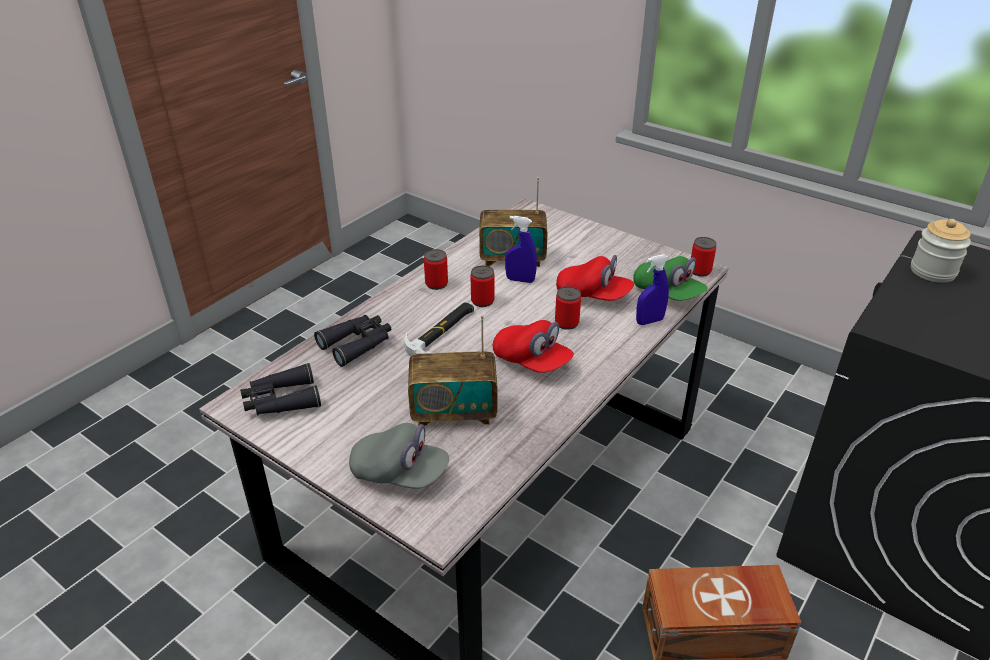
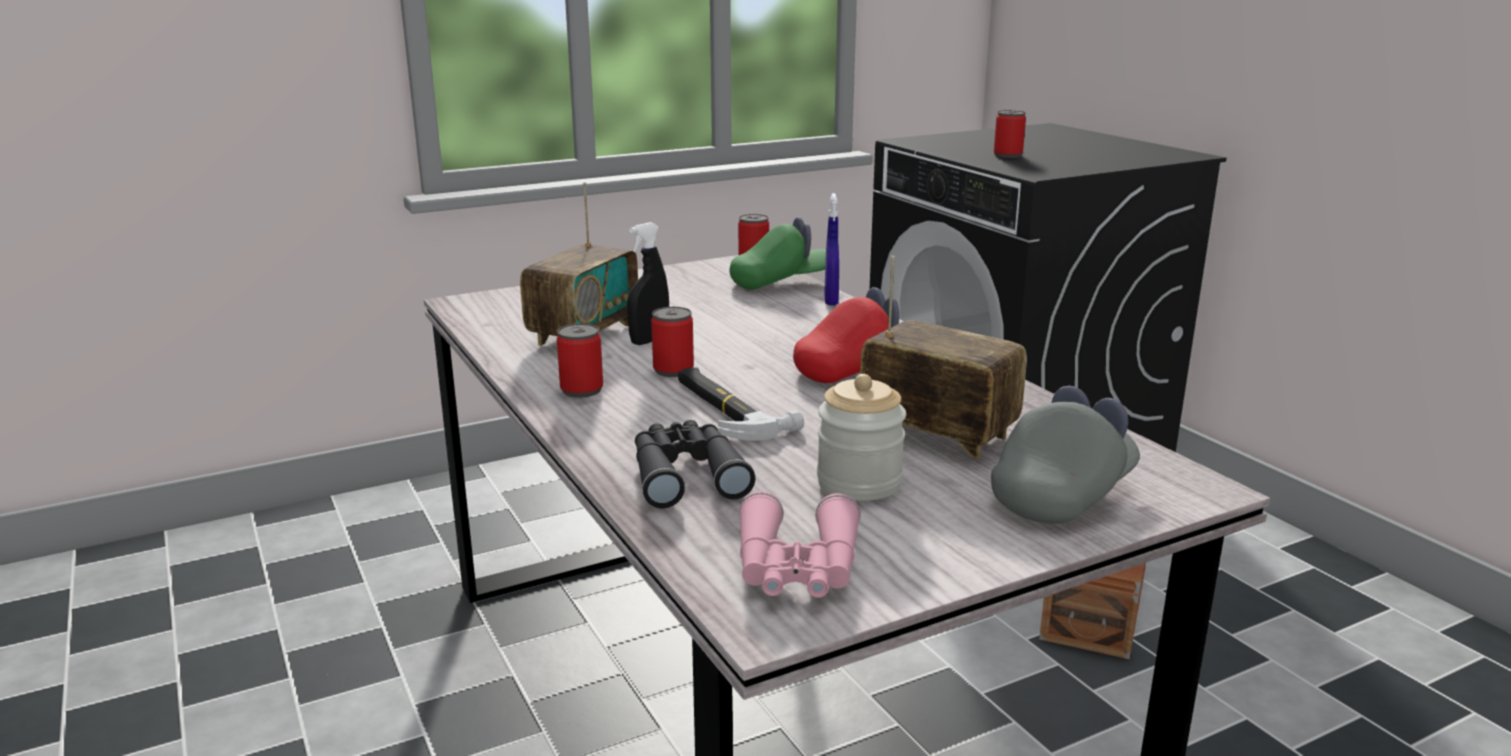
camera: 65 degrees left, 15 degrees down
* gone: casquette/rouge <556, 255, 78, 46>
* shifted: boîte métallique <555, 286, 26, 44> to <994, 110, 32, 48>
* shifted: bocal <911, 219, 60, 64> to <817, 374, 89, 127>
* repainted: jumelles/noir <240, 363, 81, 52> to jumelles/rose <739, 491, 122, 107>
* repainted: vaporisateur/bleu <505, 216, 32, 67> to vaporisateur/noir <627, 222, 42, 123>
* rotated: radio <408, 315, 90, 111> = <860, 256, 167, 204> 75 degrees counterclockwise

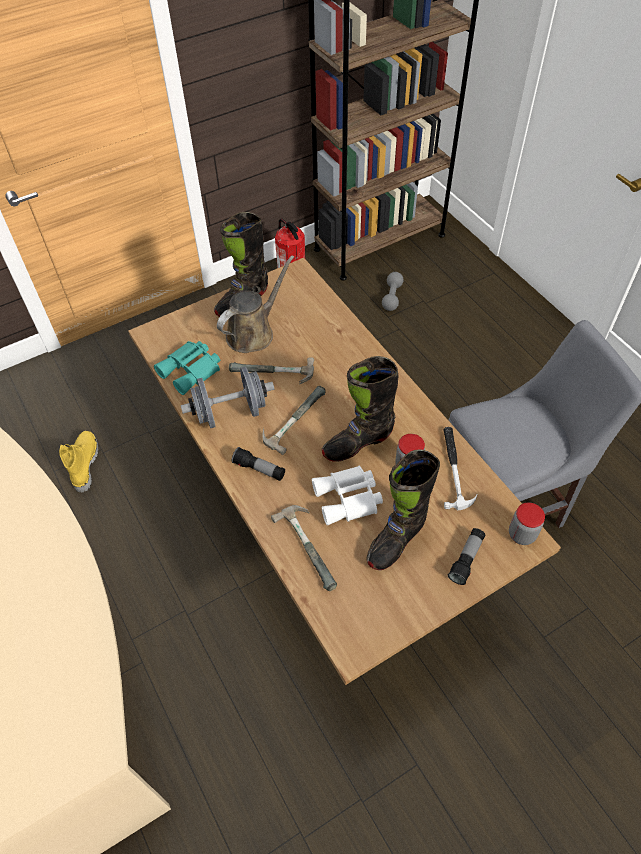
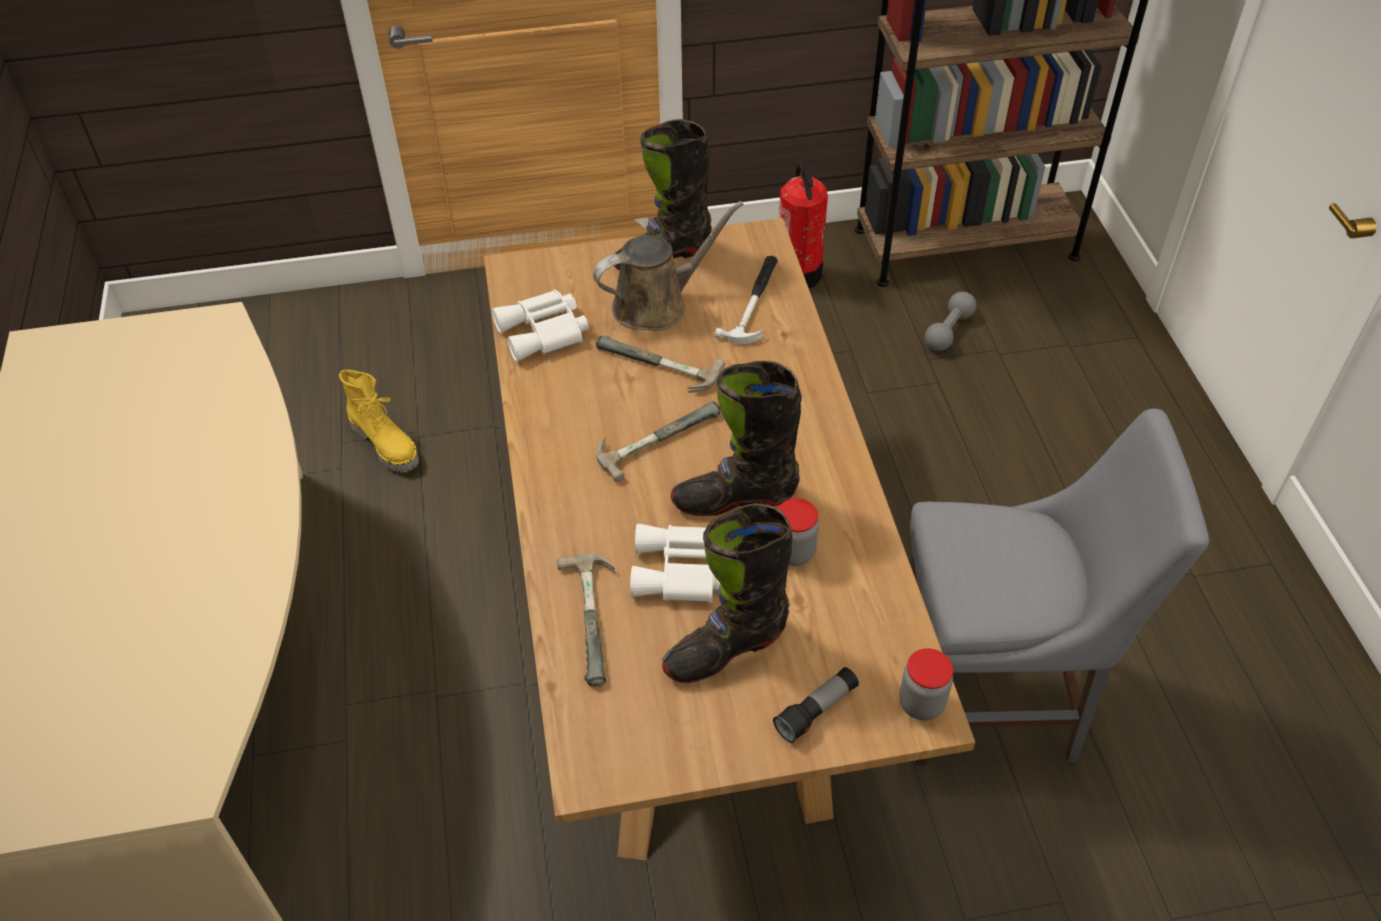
camera: 20 degrees right, 5 degrees down
* gone: haltère/gris <181, 367, 93, 61>
* gone: lampe de poche <232, 447, 53, 34>
* shifted: marteau <443, 427, 35, 83> to <715, 256, 63, 88>
* repainted: jumelles/turquoise <154, 341, 66, 54> to jumelles/blanc <492, 290, 97, 72>
* rotated: botte/jaune <59, 431, 40, 61> = <339, 370, 80, 102> 120 degrees clockwise

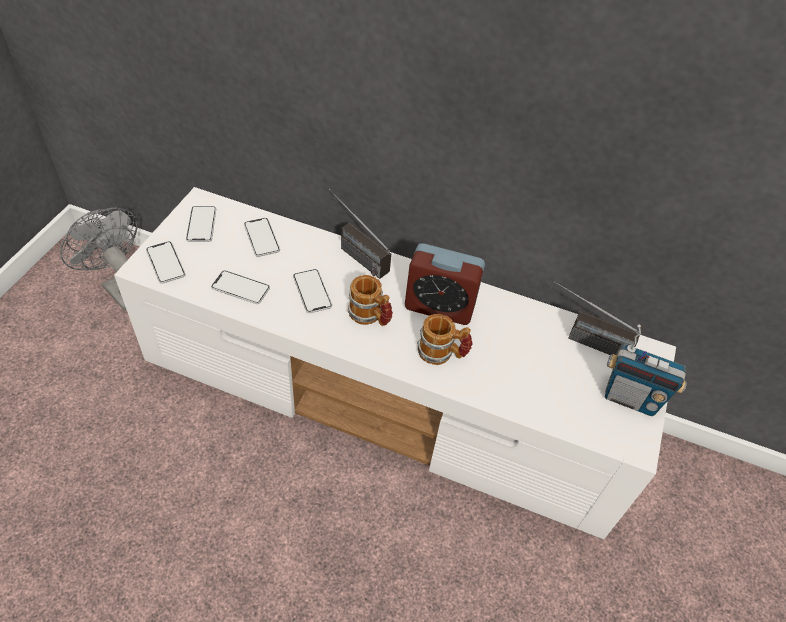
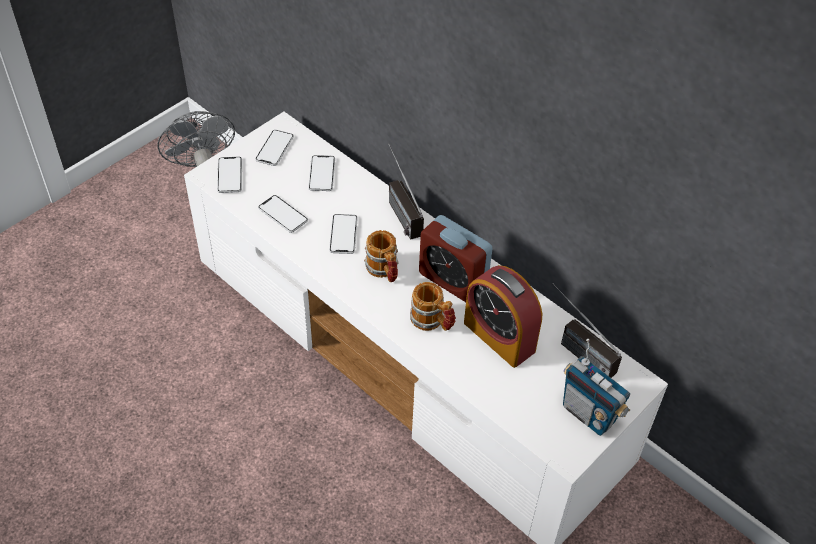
camera: 25 degrees right, 0 degrees up
* new: réveil <464, 265, 78, 103>

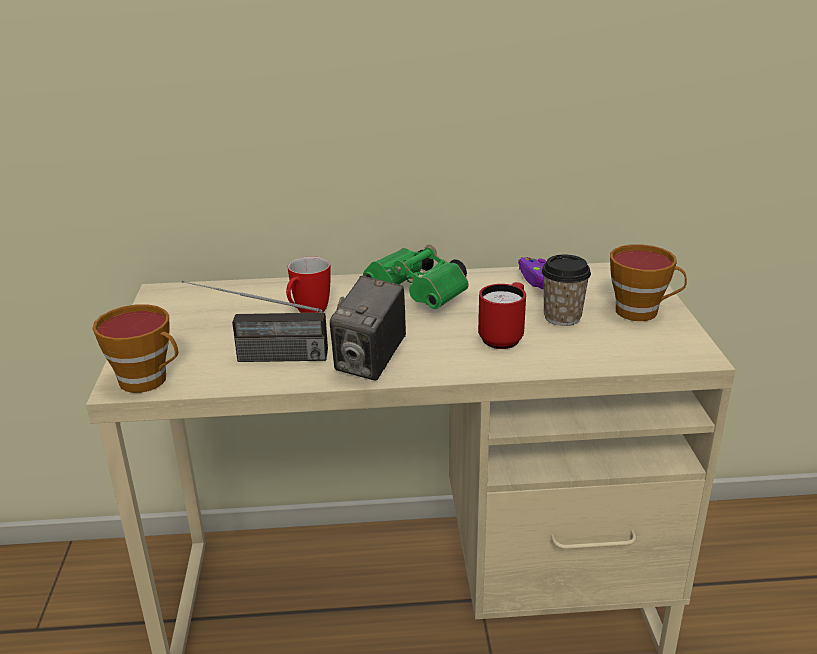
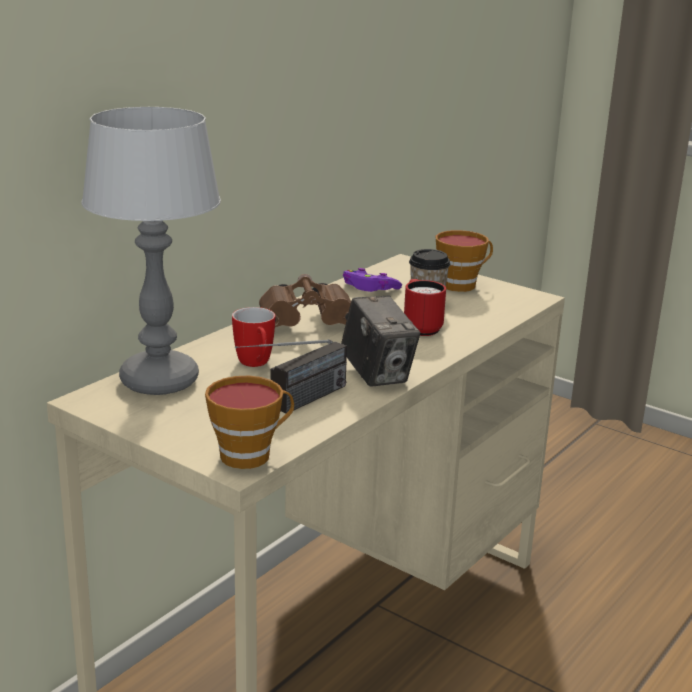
camera: 50 degrees left, 5 degrees down
* new: lampe de table <81, 107, 140, 288>
* repainted: jumelles/vert <363, 244, 106, 65> to jumelles/marron <259, 274, 92, 53>

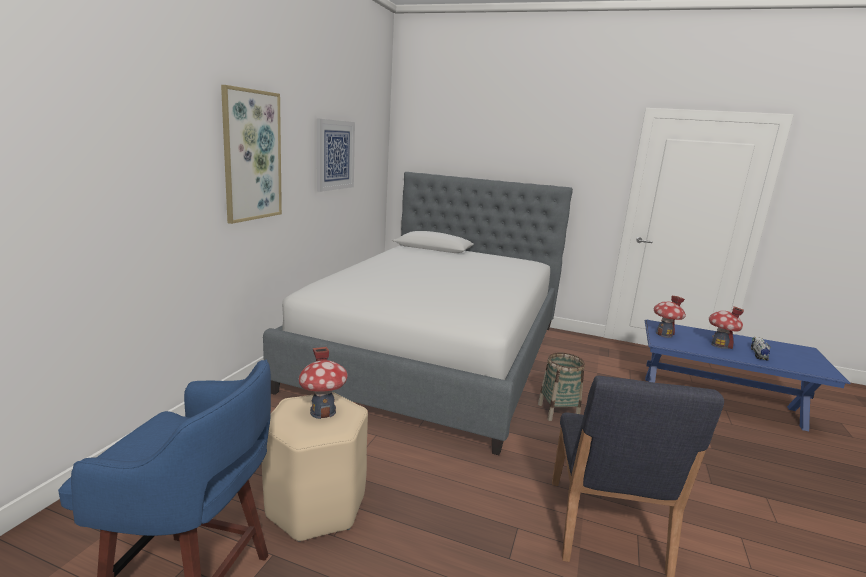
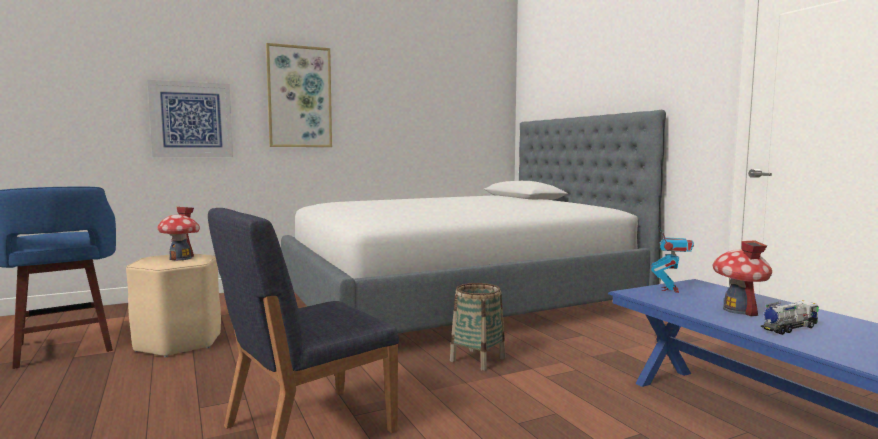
camera: 45 degrees right, 10 degrees down
* shifted: tableau <317, 118, 38, 74> to <148, 80, 85, 77>
* swapped: maison miniature <654, 296, 32, 42> to robot jouet <651, 226, 43, 67>

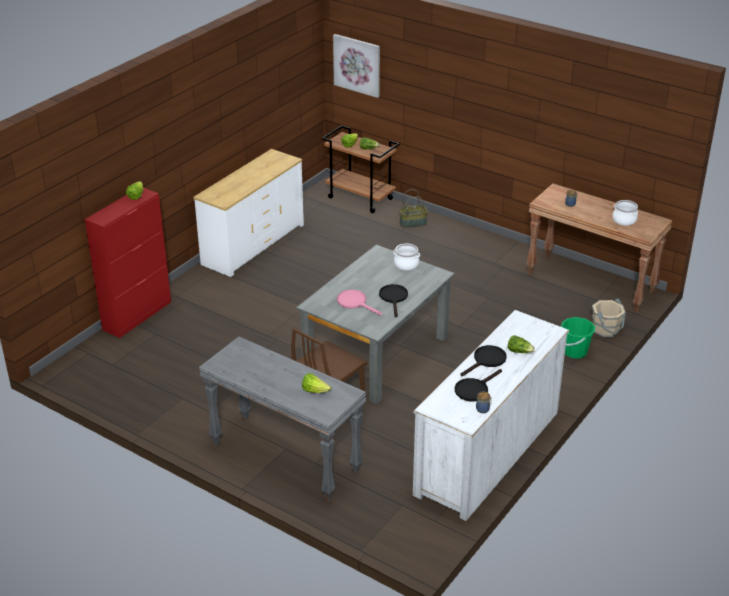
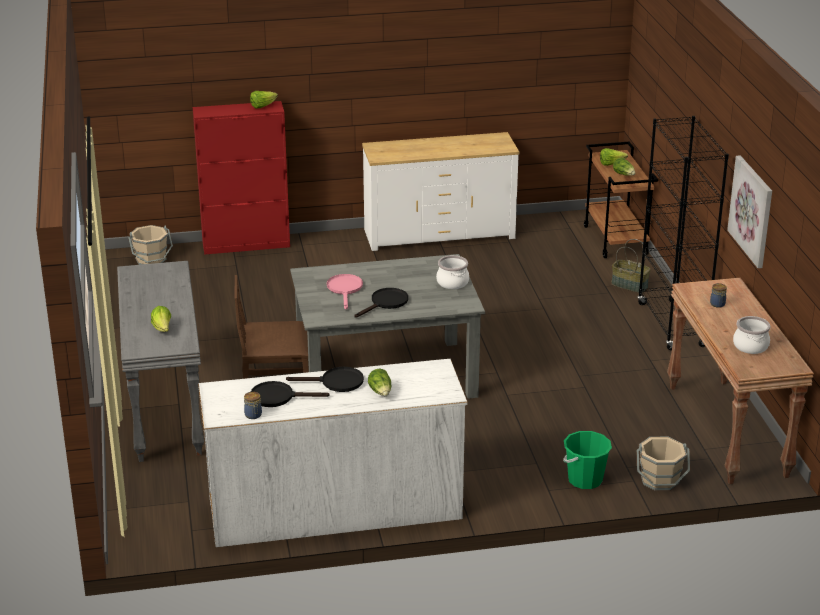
camera: 45 degrees right, 5 degrees down
* new: seau/beige <128, 225, 45, 40>
* new: bibliothèque/noir <637, 116, 92, 234>
* shifted: tableau <333, 34, 47, 64> to <727, 155, 45, 113>

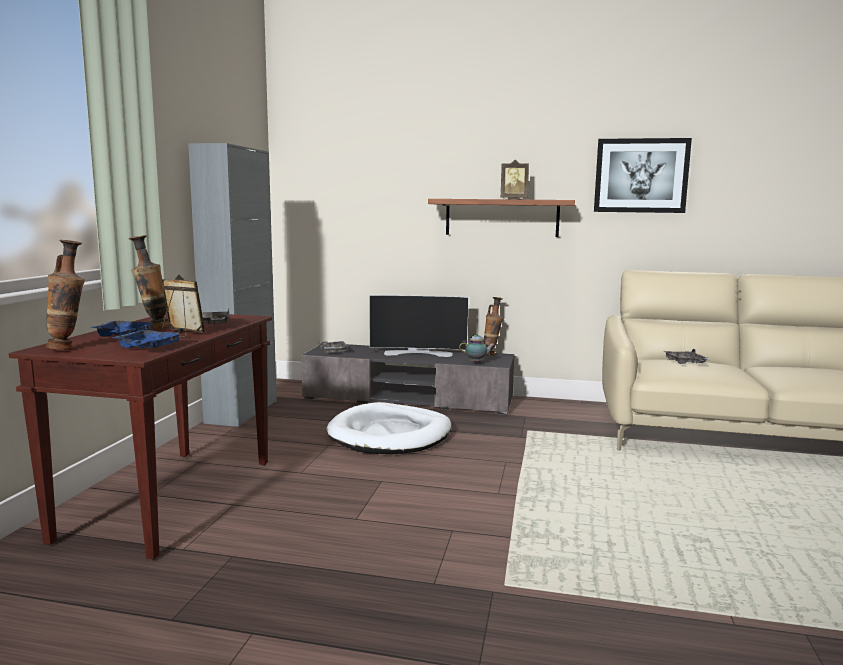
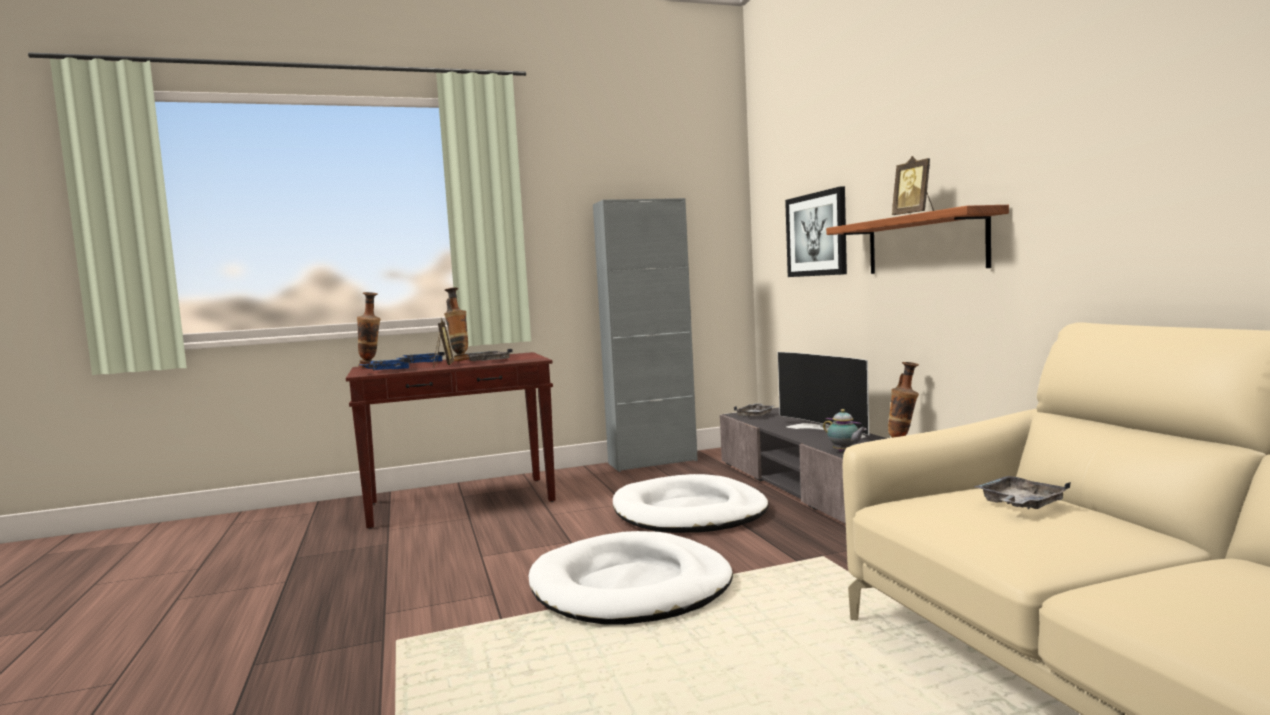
camera: 60 degrees right, 5 degrees down
* new: panier pour chien/blanc <529, 531, 204, 94>
* shifted: tableau <594, 138, 98, 75> to <785, 186, 62, 91>

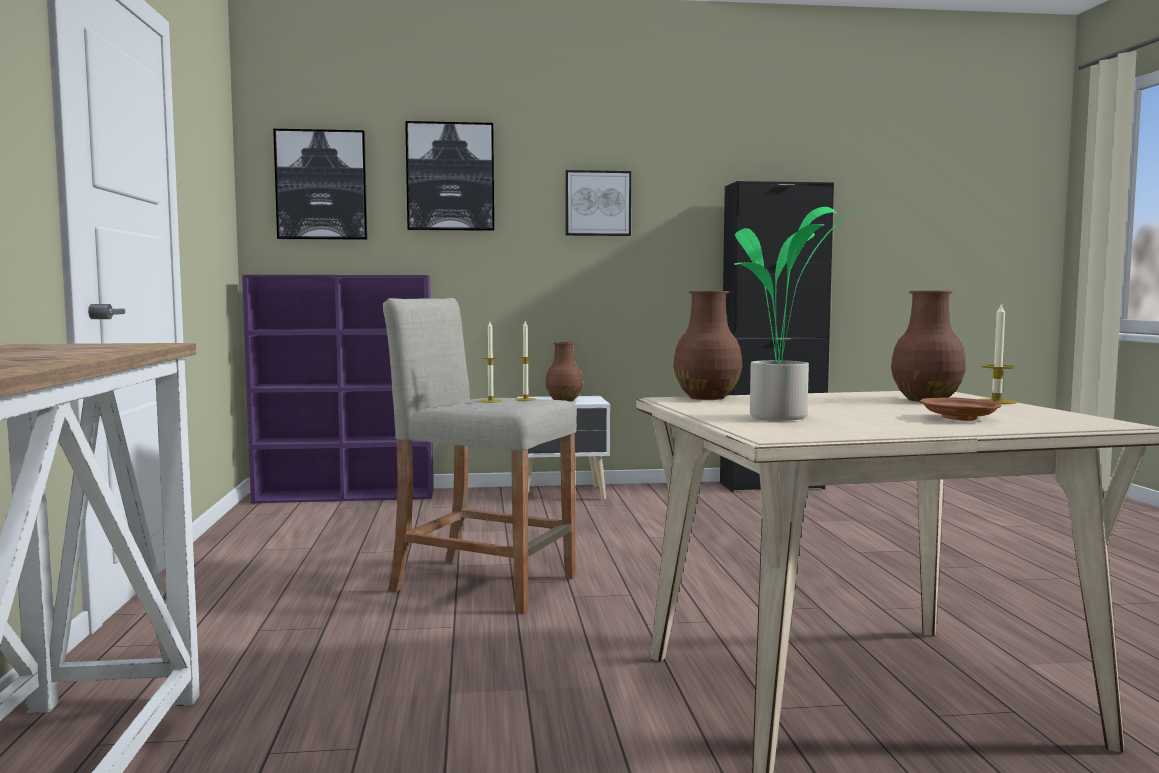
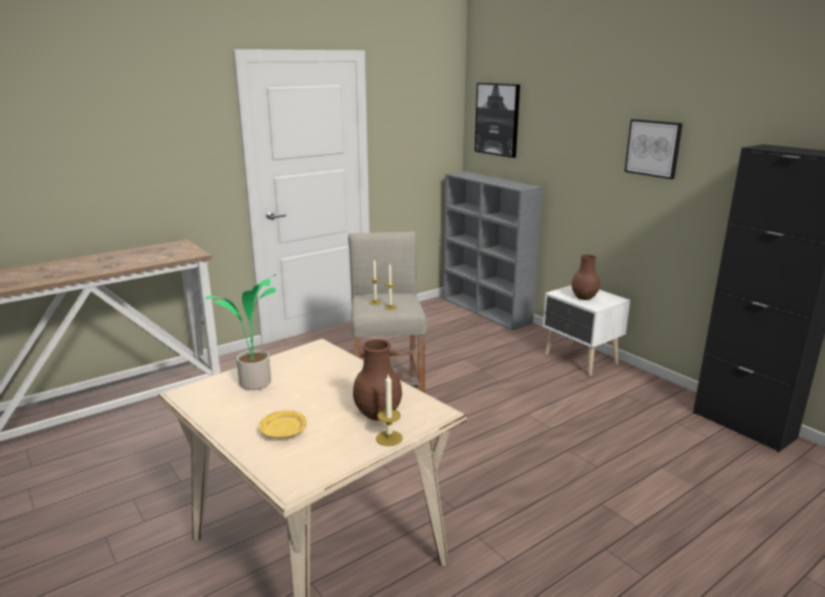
camera: 60 degrees right, 15 degrees up
* gone: tableau <405, 121, 89, 110>
* gone: vase/marron <673, 291, 69, 109>
* repainted: bibliothèque/violet <242, 275, 192, 229> to bibliothèque/gris <443, 171, 100, 159>
* repainted: assiette/marron <920, 397, 82, 24> to assiette/jaune <259, 410, 48, 28>

